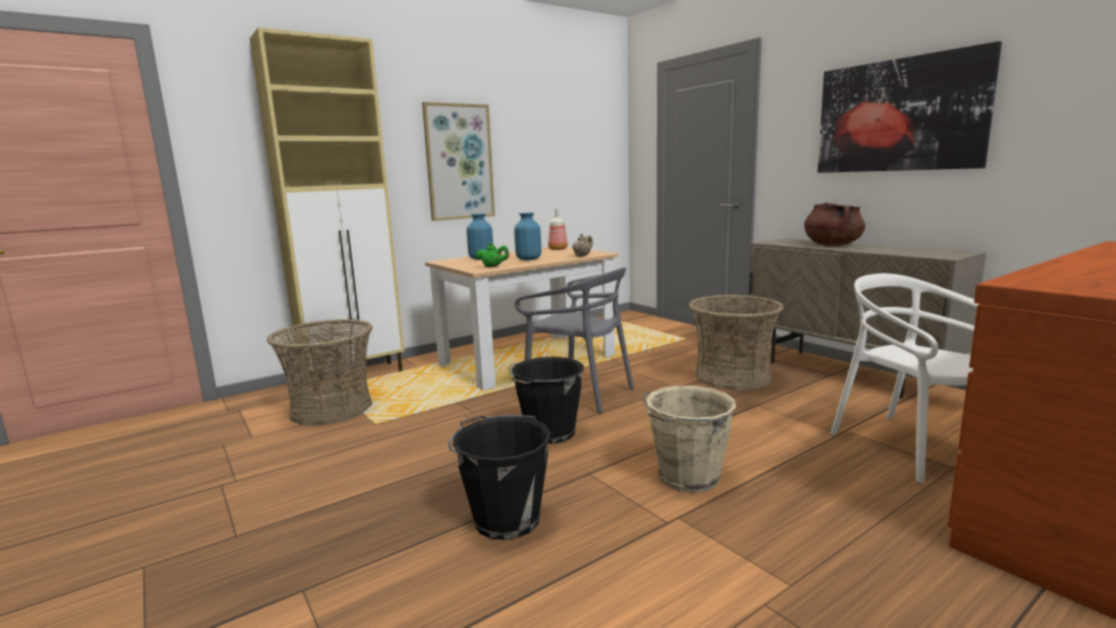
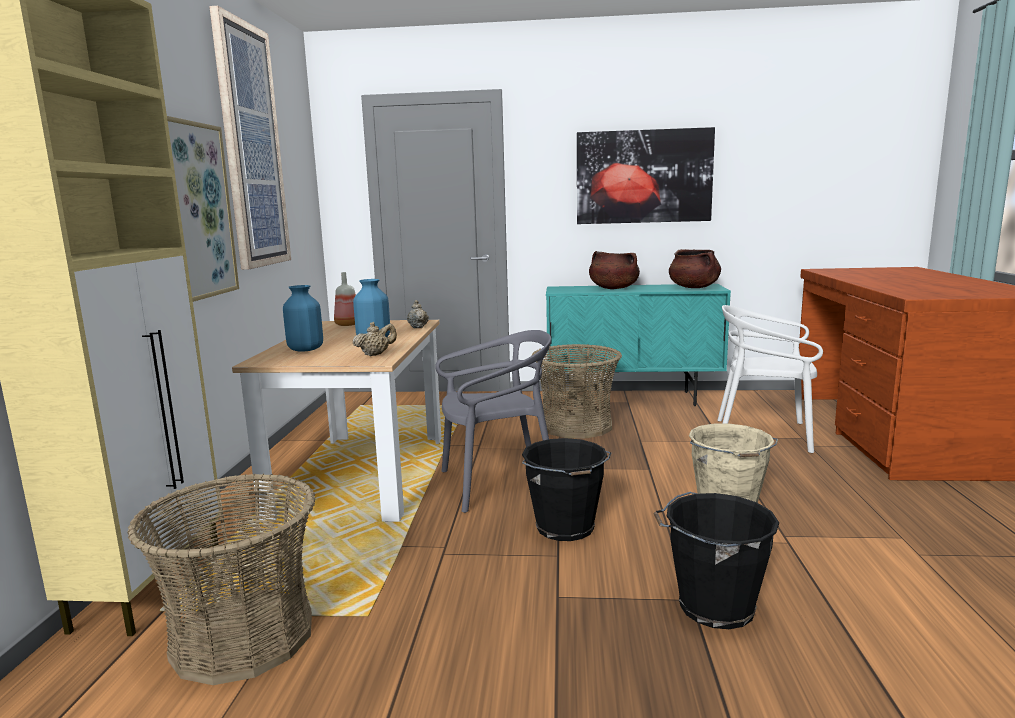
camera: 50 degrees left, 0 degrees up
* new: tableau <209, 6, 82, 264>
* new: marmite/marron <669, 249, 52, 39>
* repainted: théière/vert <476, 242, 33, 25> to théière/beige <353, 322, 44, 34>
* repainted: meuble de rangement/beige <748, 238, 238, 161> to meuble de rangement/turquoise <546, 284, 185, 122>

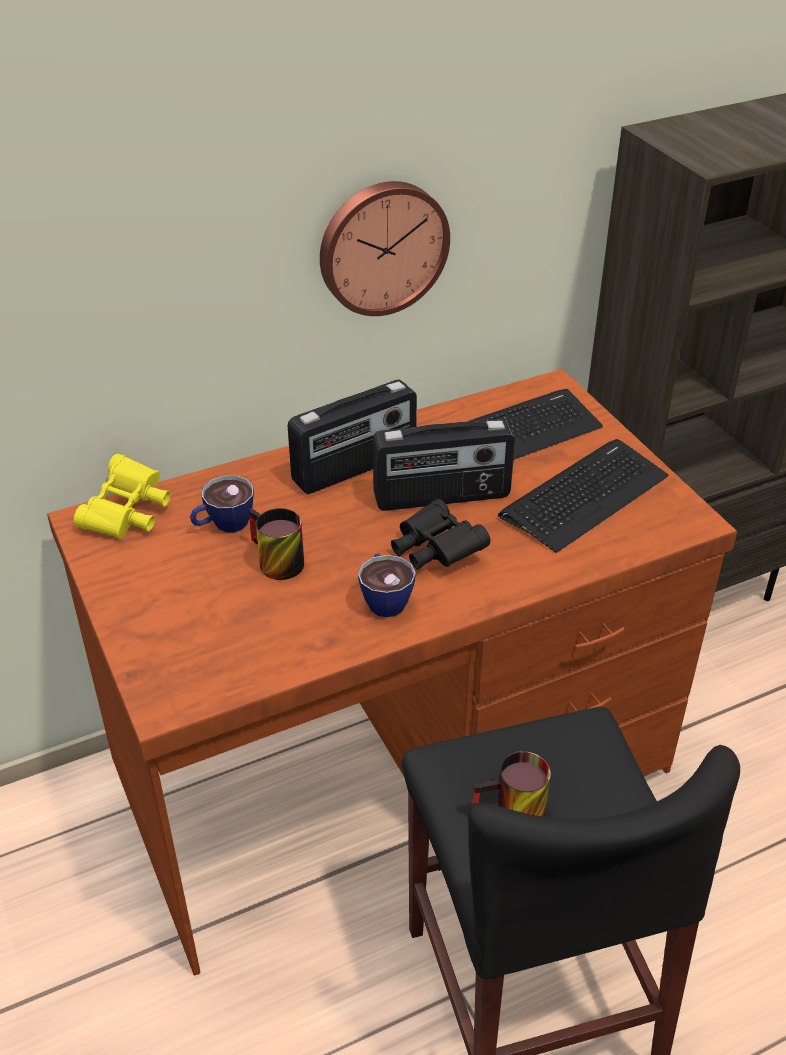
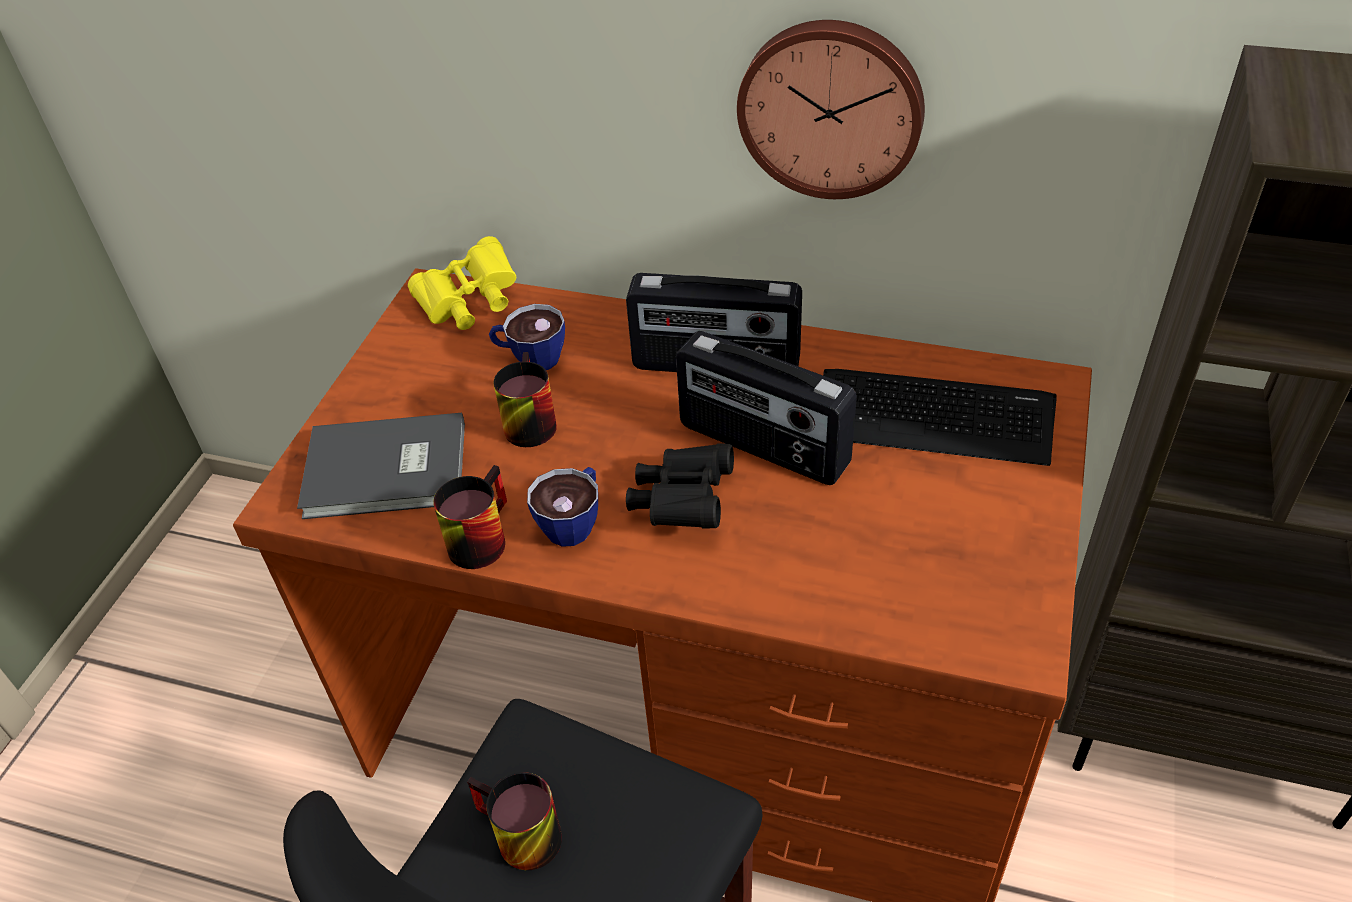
camera: 45 degrees right, 5 degrees up
* gone: clavier <498, 439, 170, 114>
* new: livre/gris <297, 413, 168, 106>
* new: mug <433, 465, 74, 104>

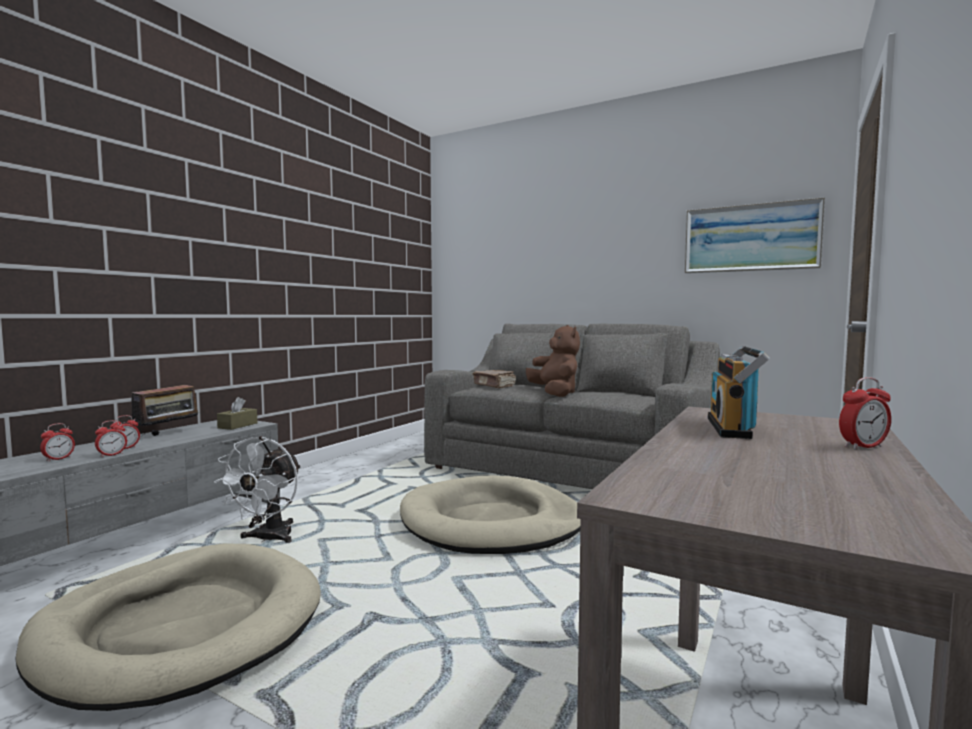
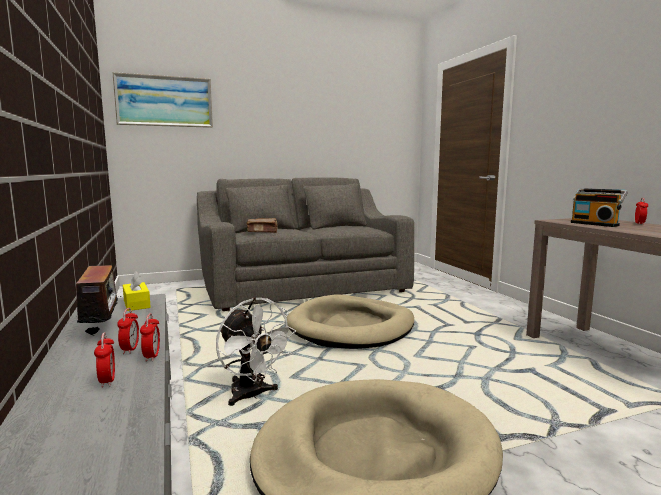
camera: 50 degrees left, 5 degrees up
* gone: peluche/marron <526, 325, 54, 72>
* shifted: tableau <685, 197, 140, 76> to <112, 72, 101, 56>
* repainted: boîte à mouchoirs/marron <217, 397, 40, 33> to boîte à mouchoirs/jaune <123, 272, 28, 39>

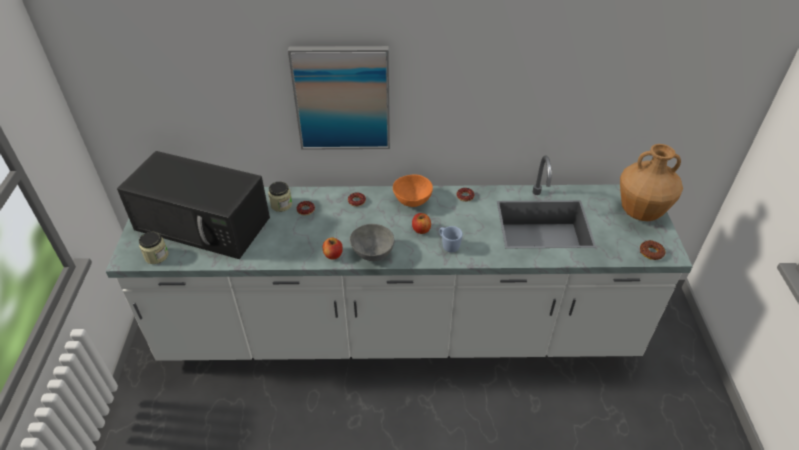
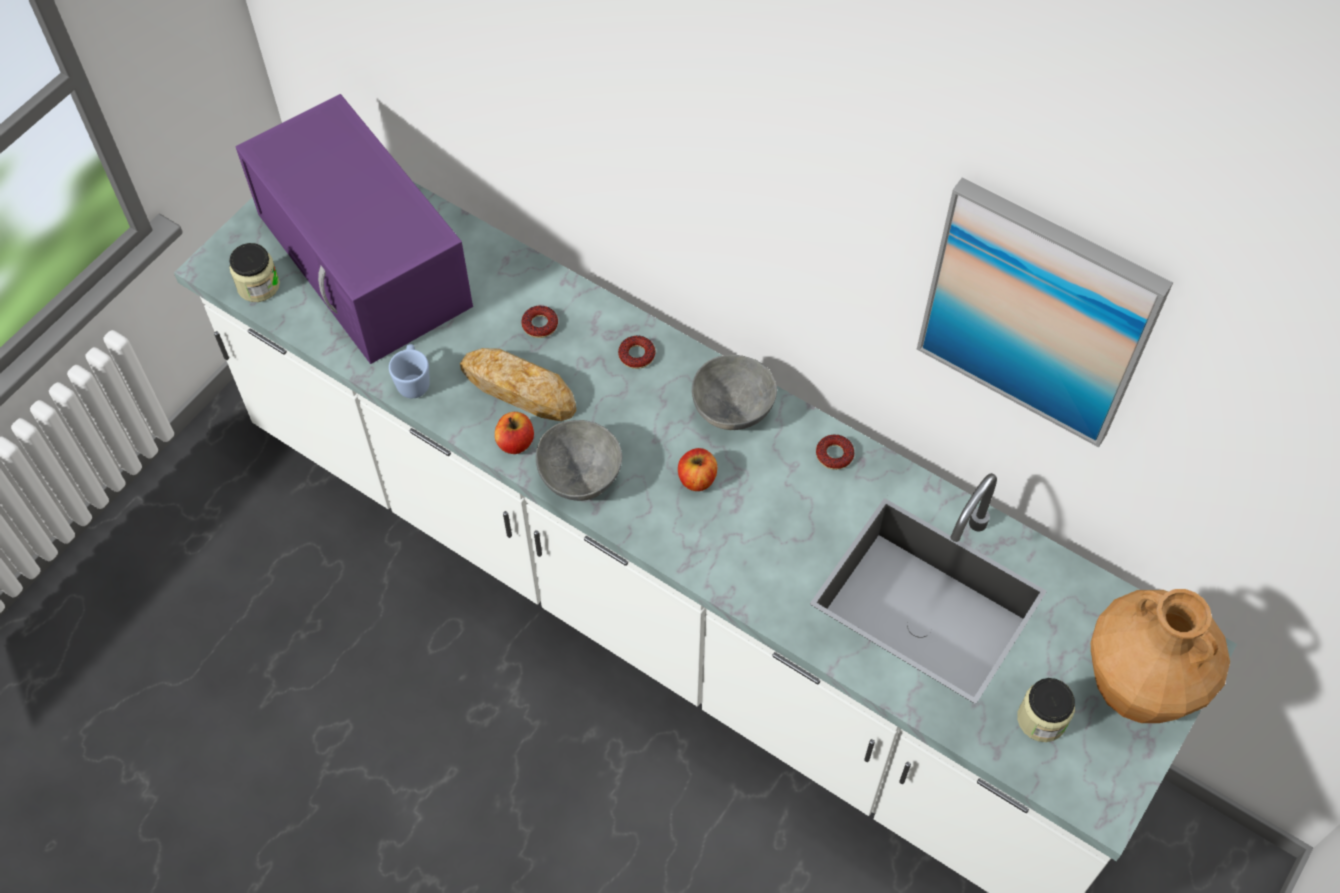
camera: 35 degrees right, 15 degrees up
* gone: beignet <640, 240, 26, 20>
* new: pain <460, 348, 116, 73>
* shifted: bocal <268, 182, 24, 30> to <1017, 678, 58, 64>
* shifted: tableau <288, 46, 102, 104> to <917, 177, 256, 270>
* shifted: mug/bleu <439, 226, 24, 26> to <389, 344, 41, 54>
* repainted: micro-ondes/noir <117, 151, 153, 108> to micro-ondes/violet <236, 94, 237, 270>
* repainted: bol/orange <393, 175, 40, 32> to bol/gris <692, 355, 85, 75>

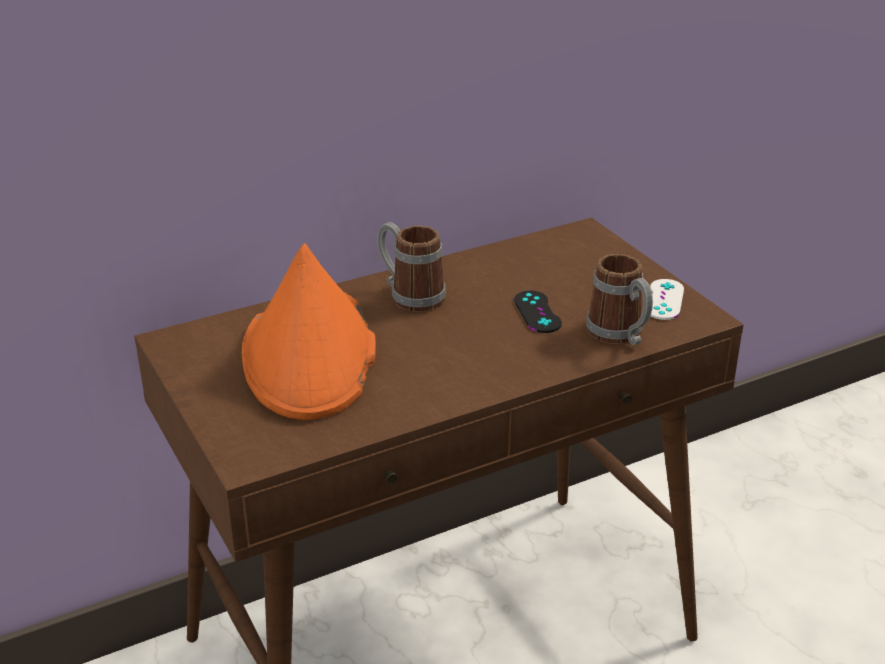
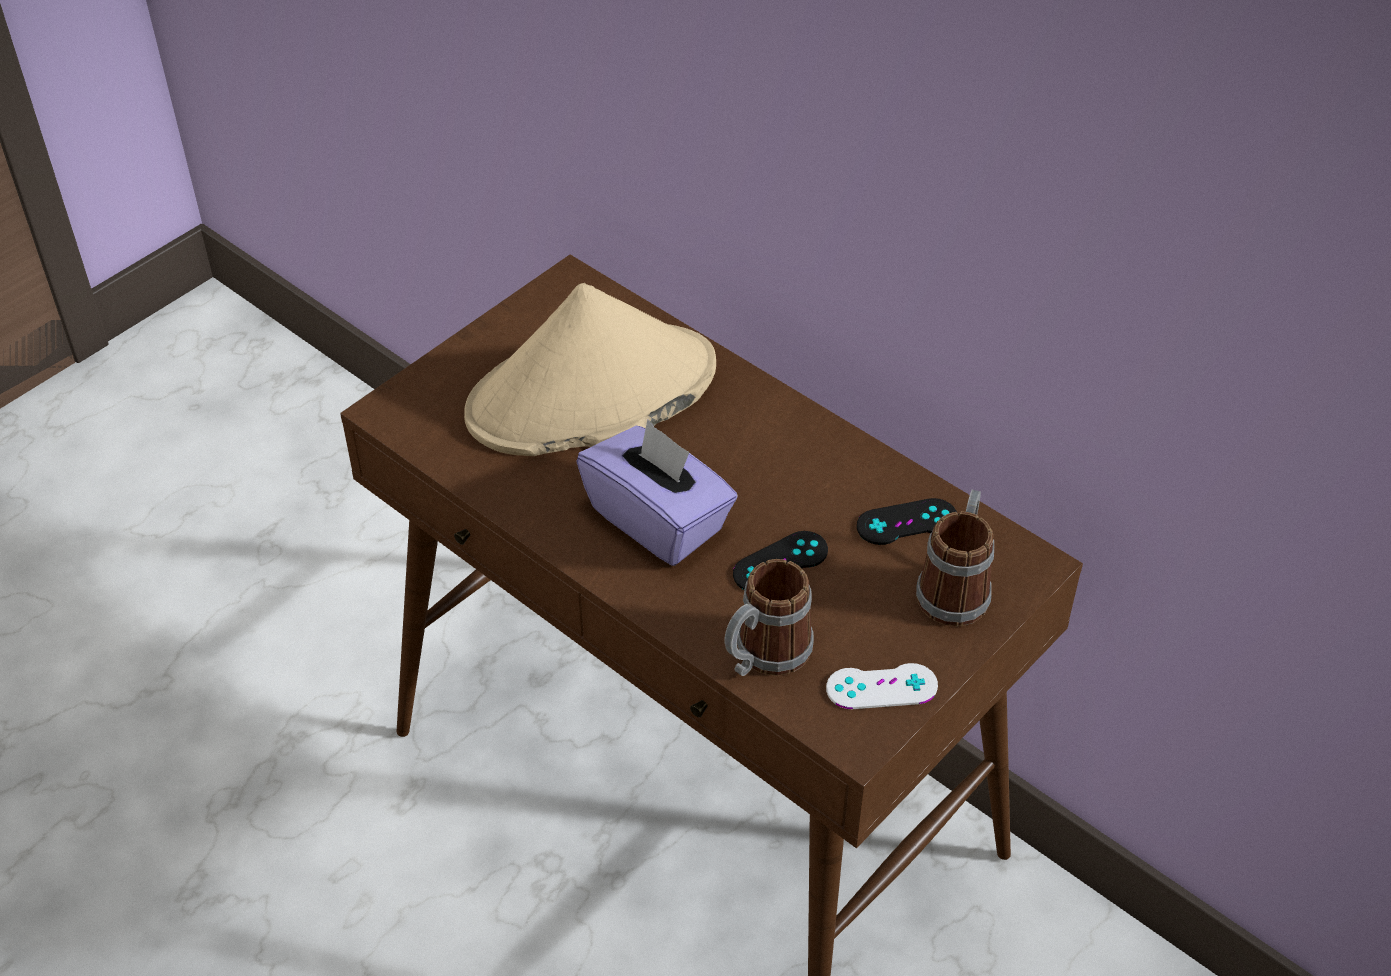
camera: 70 degrees right, 15 degrees up
* new: boîte à mouchoirs/violet <576, 419, 162, 147>
* new: manette/noir <857, 498, 100, 47>
* shifted: mug <377, 222, 69, 90> to <916, 490, 78, 136>
* repainted: chapeau/orange <242, 243, 134, 177> to chapeau/beige <464, 283, 252, 173>

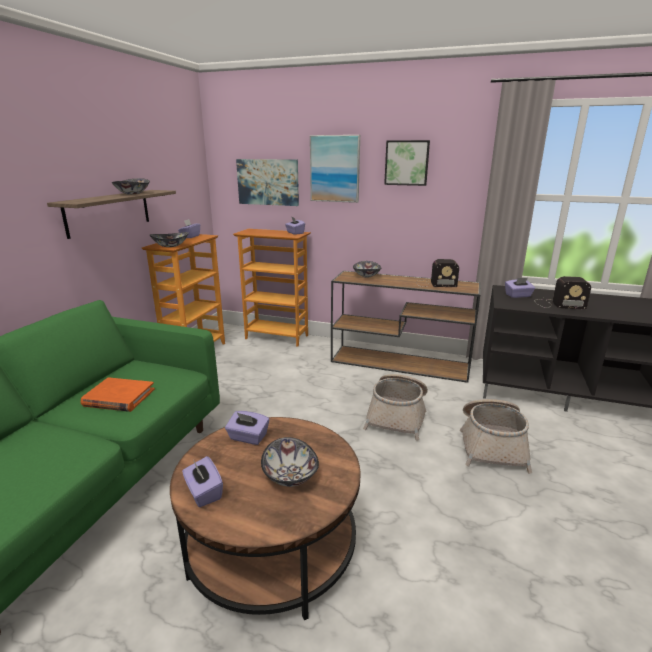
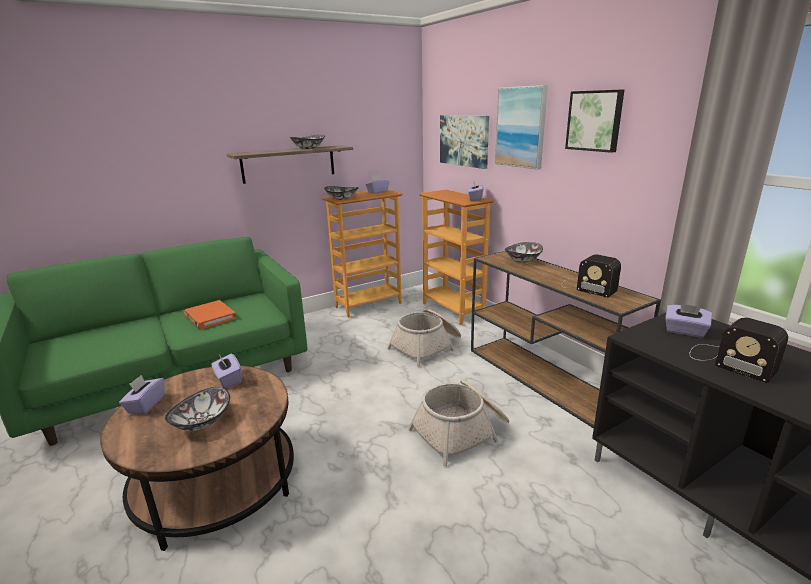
camera: 40 degrees right, 0 degrees up
* shifted: panier <460, 399, 72, 75> to <387, 309, 74, 57>

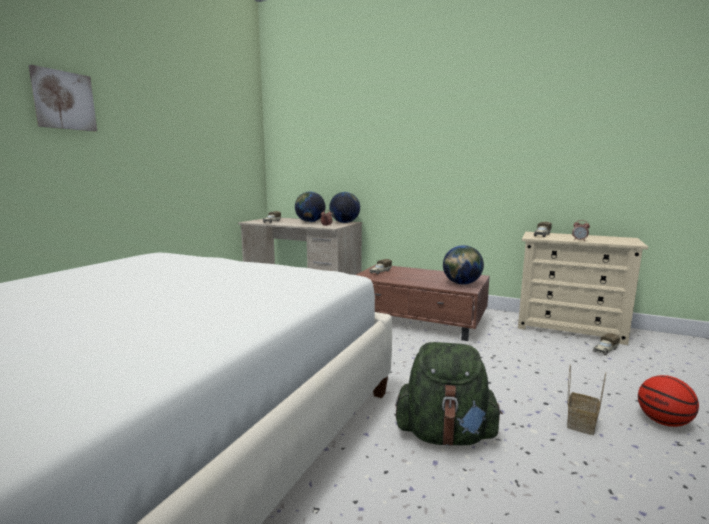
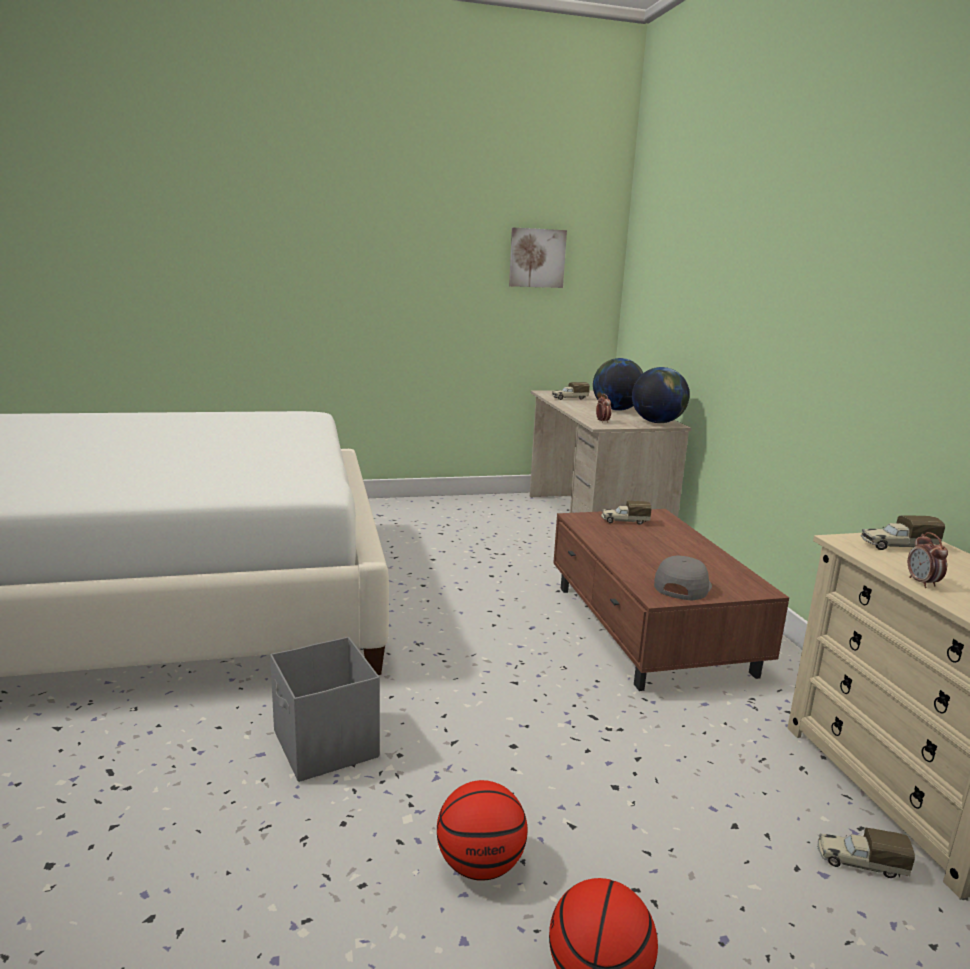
camera: 50 degrees right, 5 degrees up
* shifted: tableau <28, 65, 69, 66> to <509, 228, 58, 60>
* swapped: sac à dos/vert <395, 342, 108, 104> to boîte de rangement/gris <270, 637, 110, 145>
* swapped: globe <443, 245, 41, 40> to casquette/gris <654, 556, 58, 44>
* swapped: panier <567, 364, 39, 71> to ballon de basket <437, 780, 91, 101>

